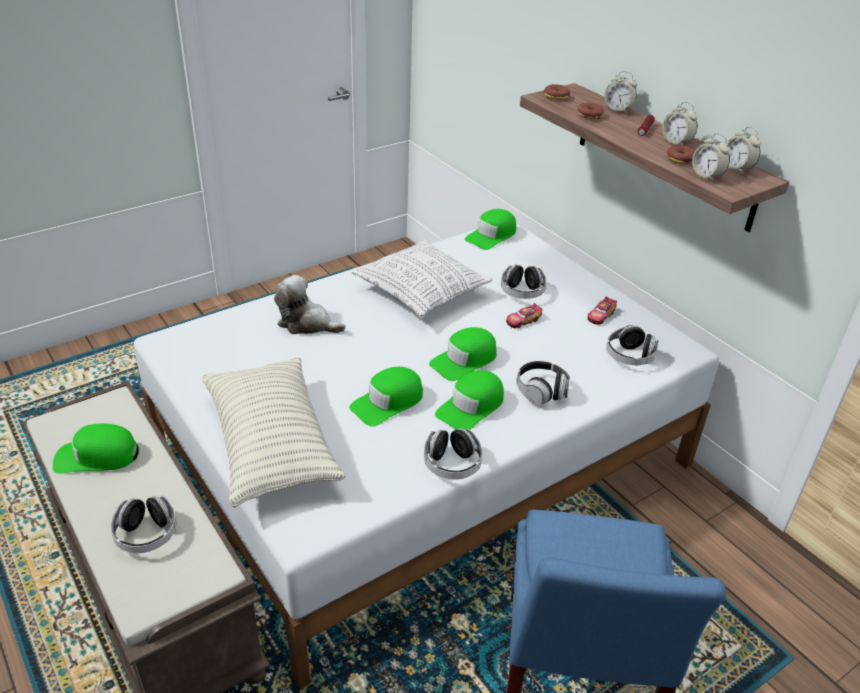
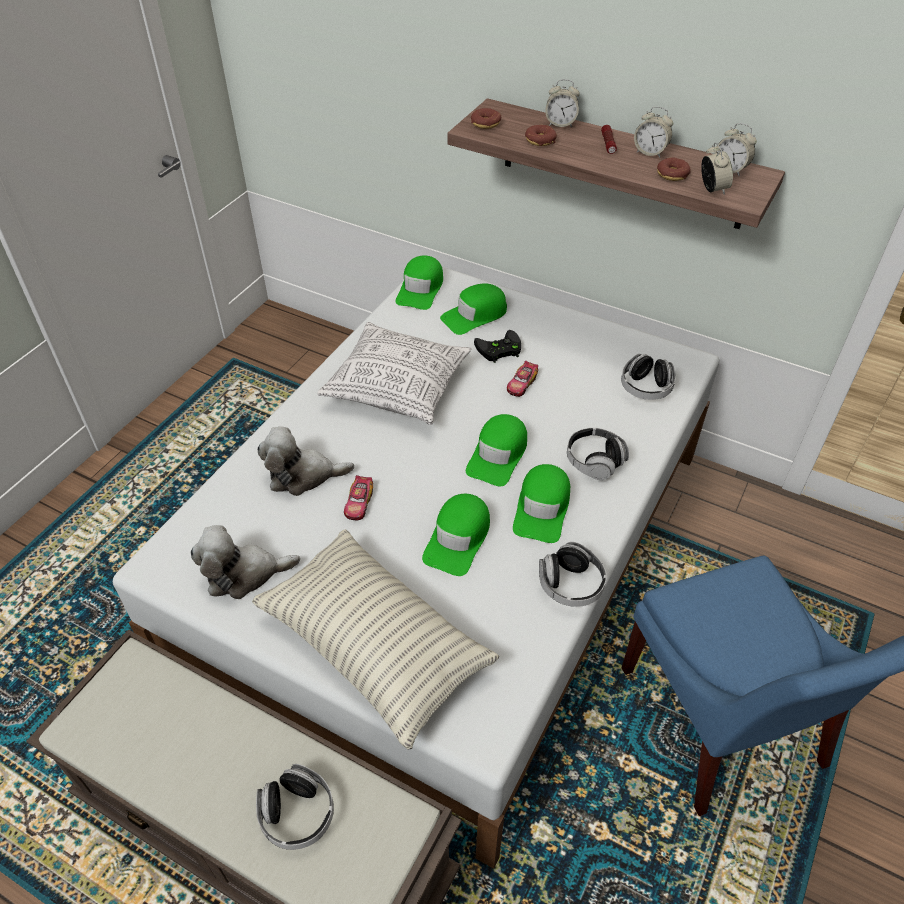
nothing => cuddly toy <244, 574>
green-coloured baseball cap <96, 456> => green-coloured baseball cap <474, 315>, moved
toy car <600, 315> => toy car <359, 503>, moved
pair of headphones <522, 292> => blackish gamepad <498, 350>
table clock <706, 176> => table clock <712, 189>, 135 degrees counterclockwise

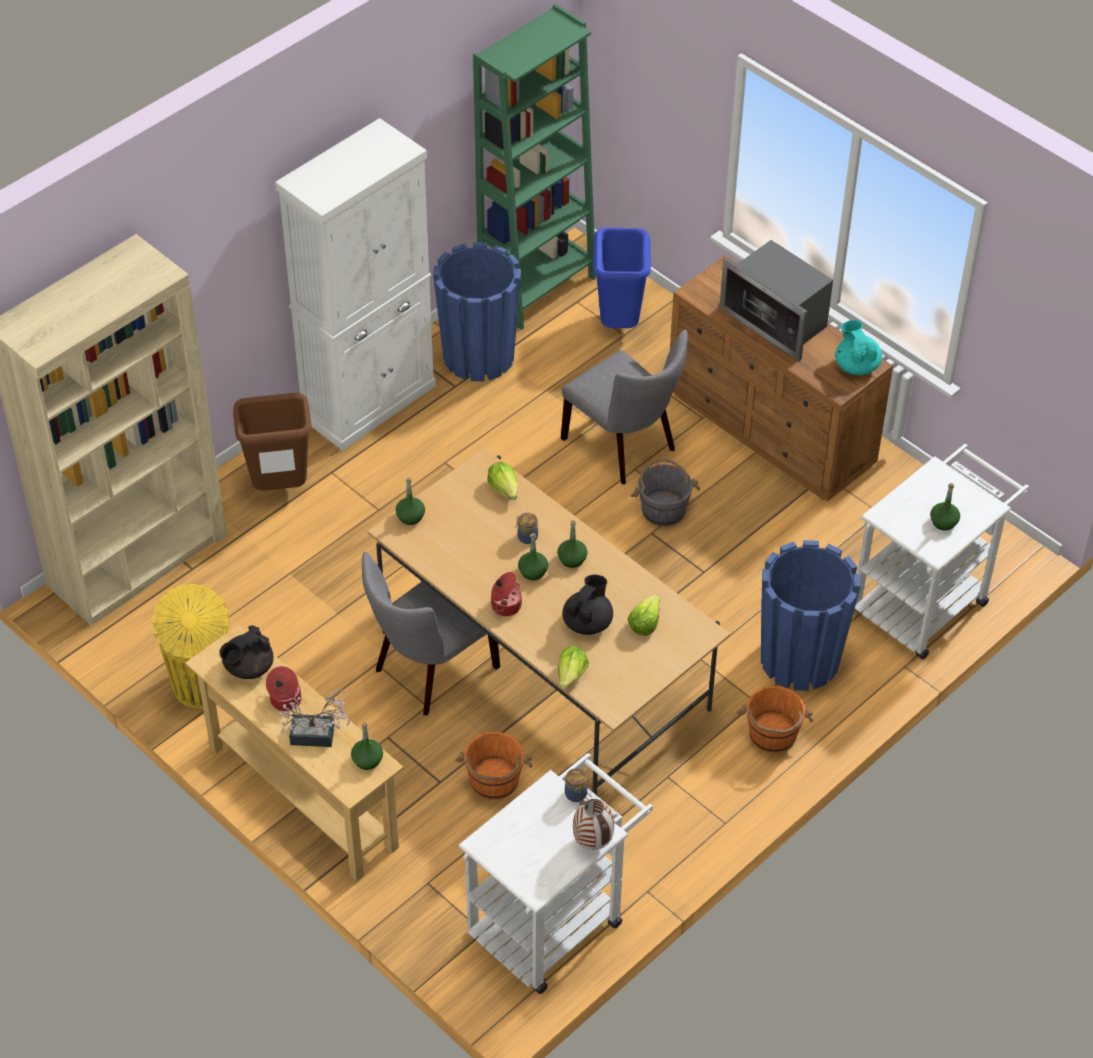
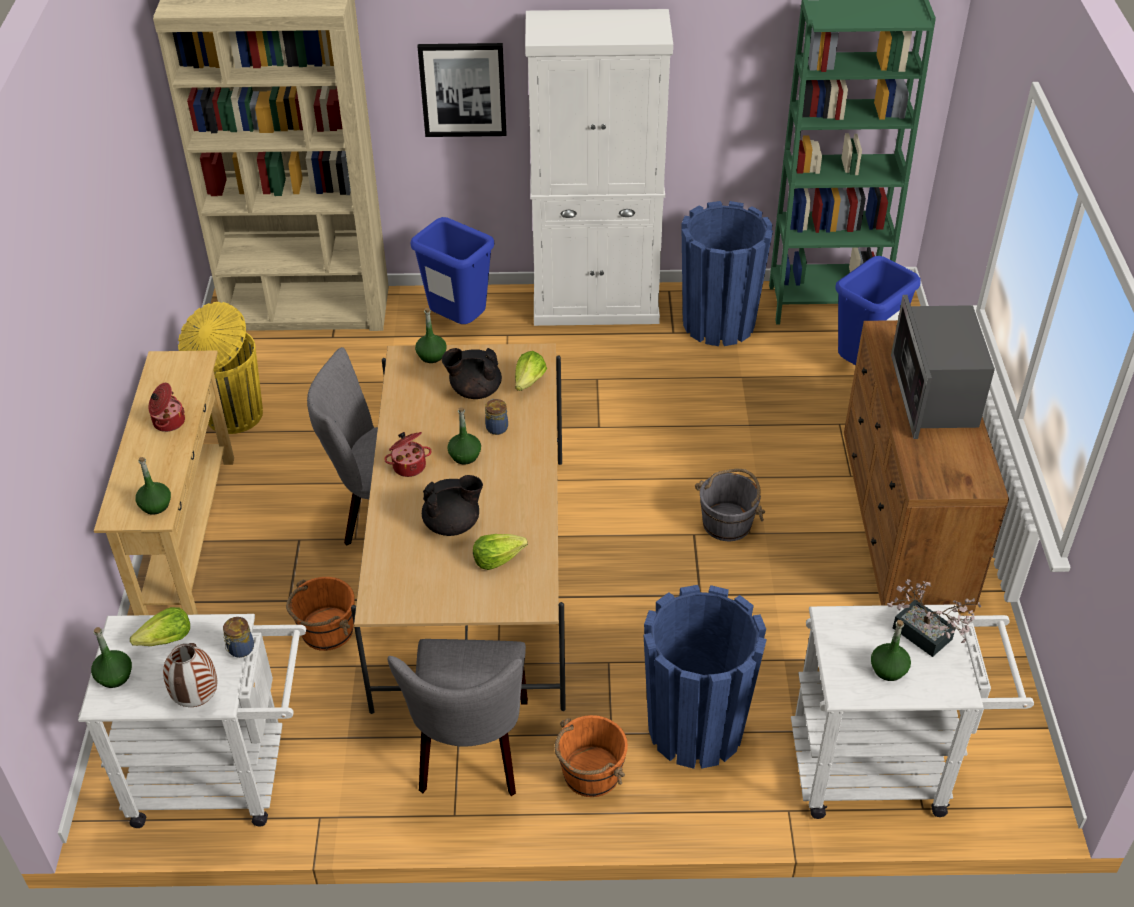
turquoise tea pot <856, 365> => nothing
nothing => wall picture <463, 89>
blackish tea pot <248, 668> => blackish tea pot <474, 390>, moved
houseplant <318, 735> => houseplant <927, 638>, moved
green-coloured beverage bottle <572, 559> => green-coloured beverage bottle <114, 676>, moved
lettuce <571, 675> => lettuce <166, 640>, moved
greyish upright chair <624, 446> => greyish upright chair <471, 752>, moved
brown-coloured rubbish bin <279, 488> => blue-coloured rubbish bin <458, 323>

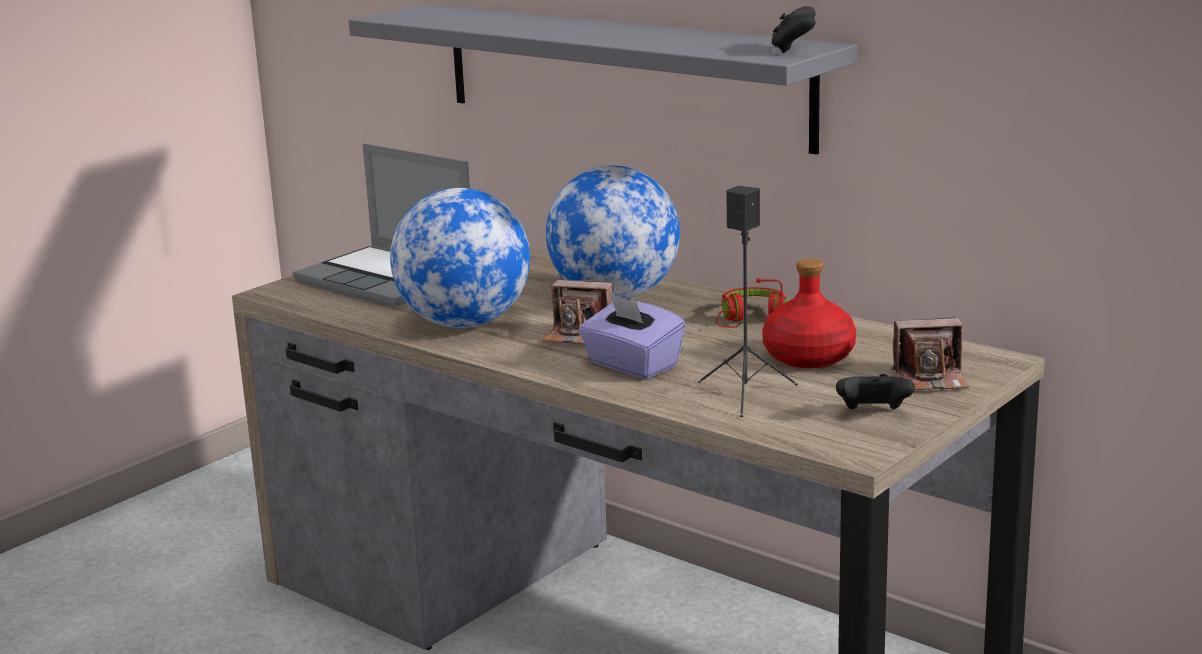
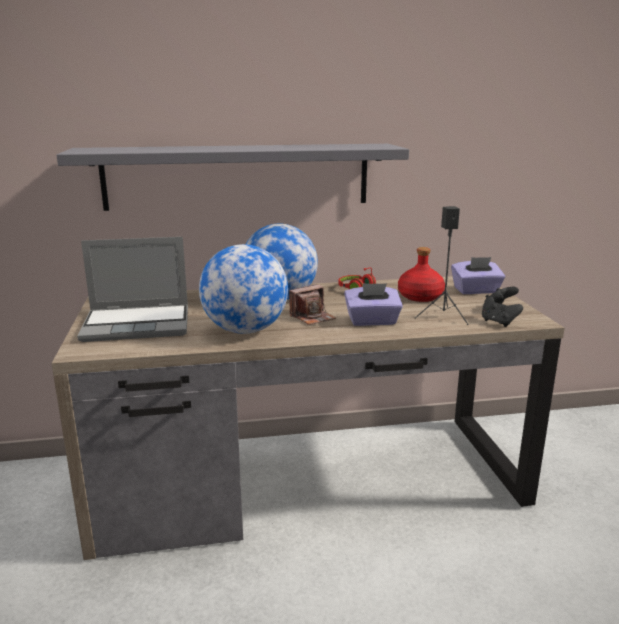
blackish gamepad <793, 49> => blackish gamepad <498, 322>, moved
still camera <931, 378> => purple tissue box <476, 291>

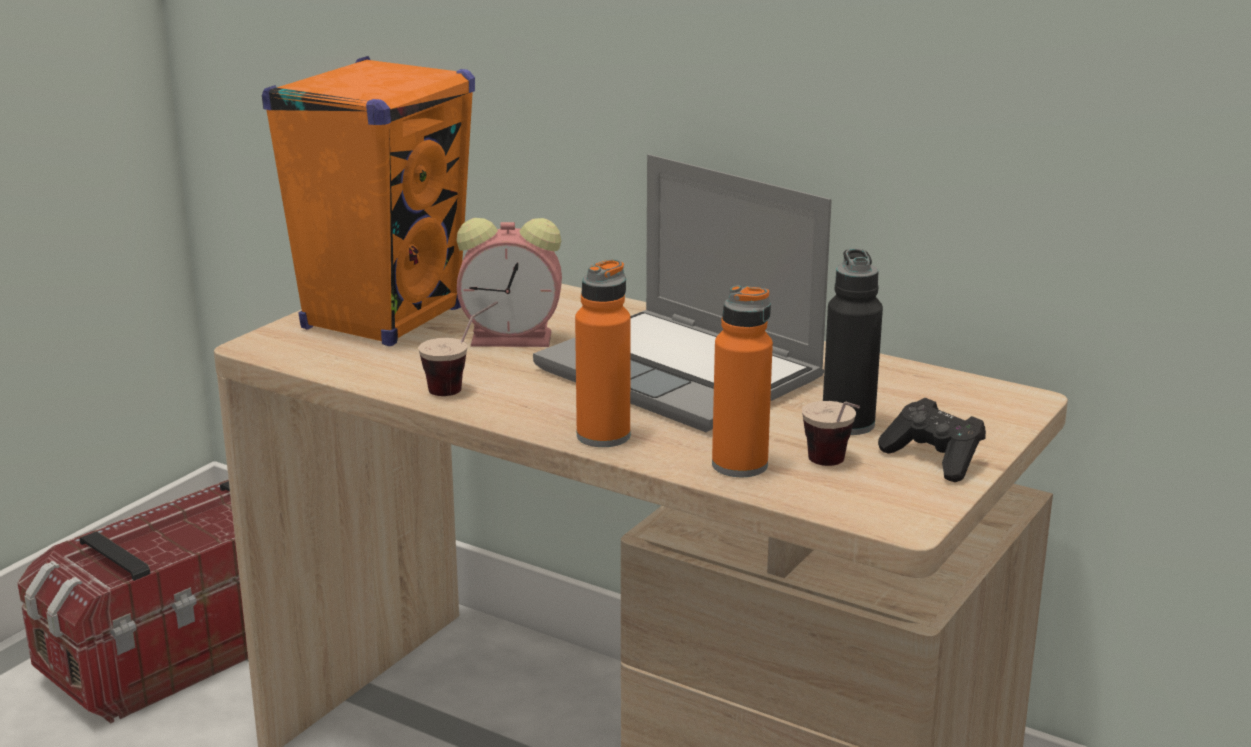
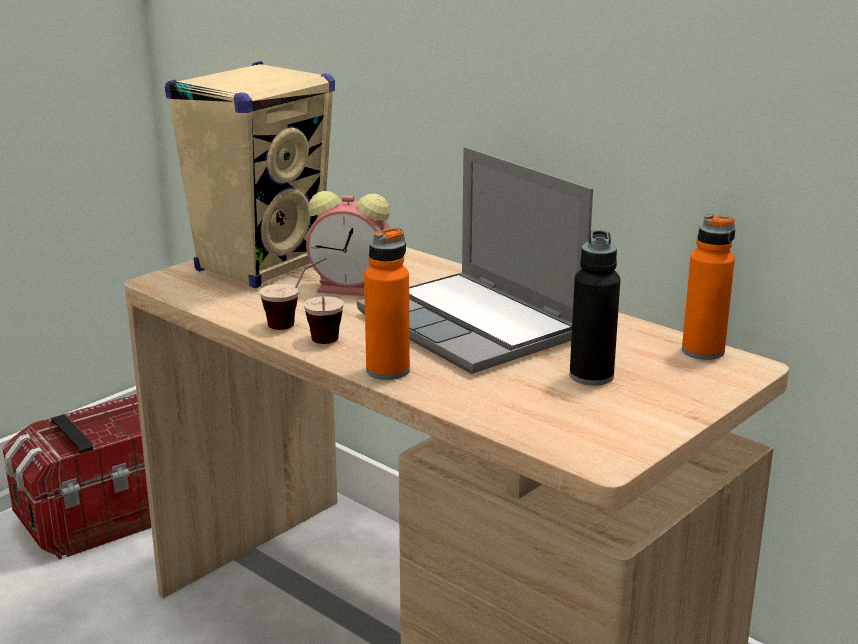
blackish gamepad <934, 459> => nothing
orange-coloured beverage bottle <739, 465> => orange-coloured beverage bottle <703, 351>, moved
small cup <834, 469> => small cup <325, 346>, moved
orange-coloured loudspeaker <383, 318> => beige-coloured loudspeaker <261, 266>

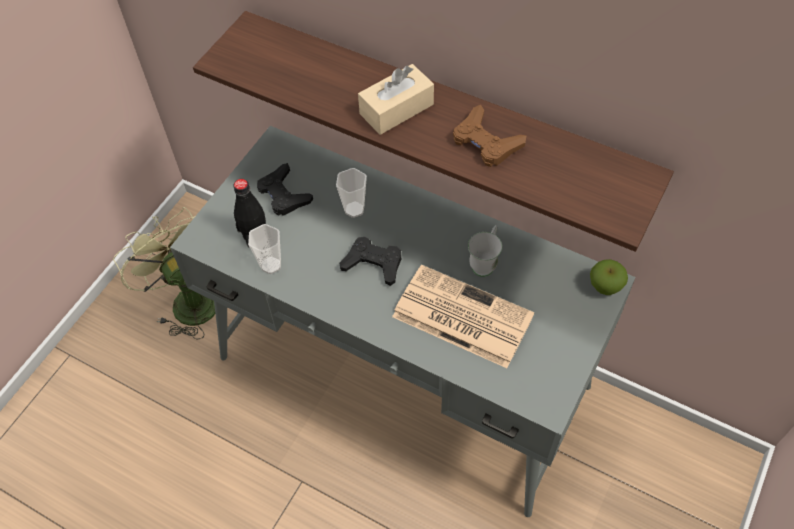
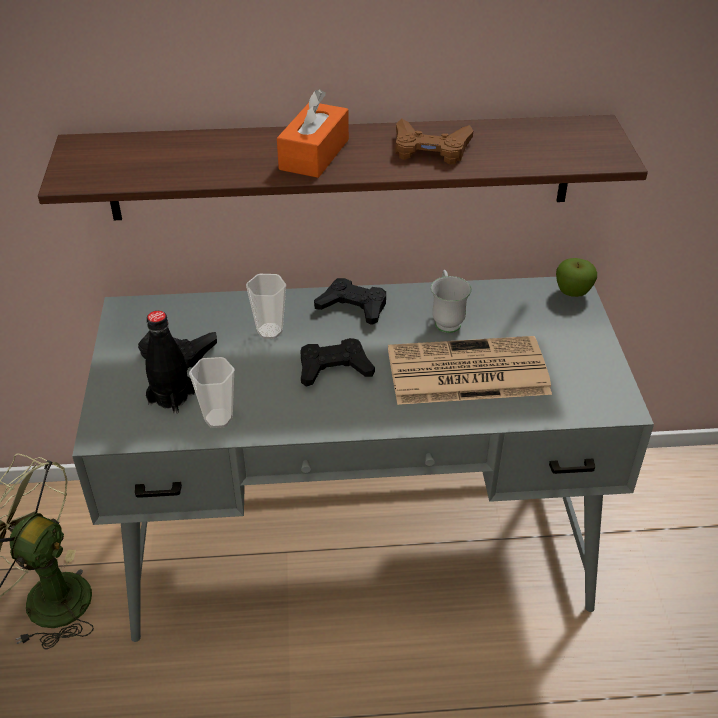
nothing => blackish gamepad <353, 306>
beige-coloured tissue box <396, 109> => orange-coloured tissue box <314, 154>

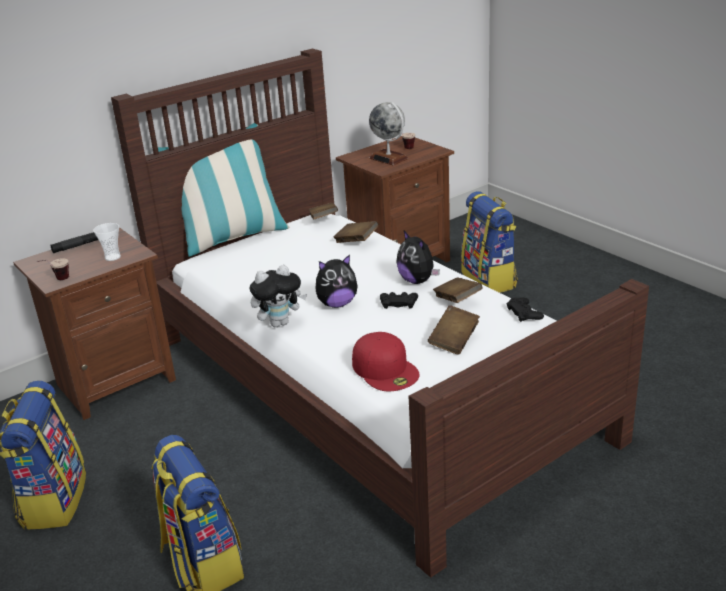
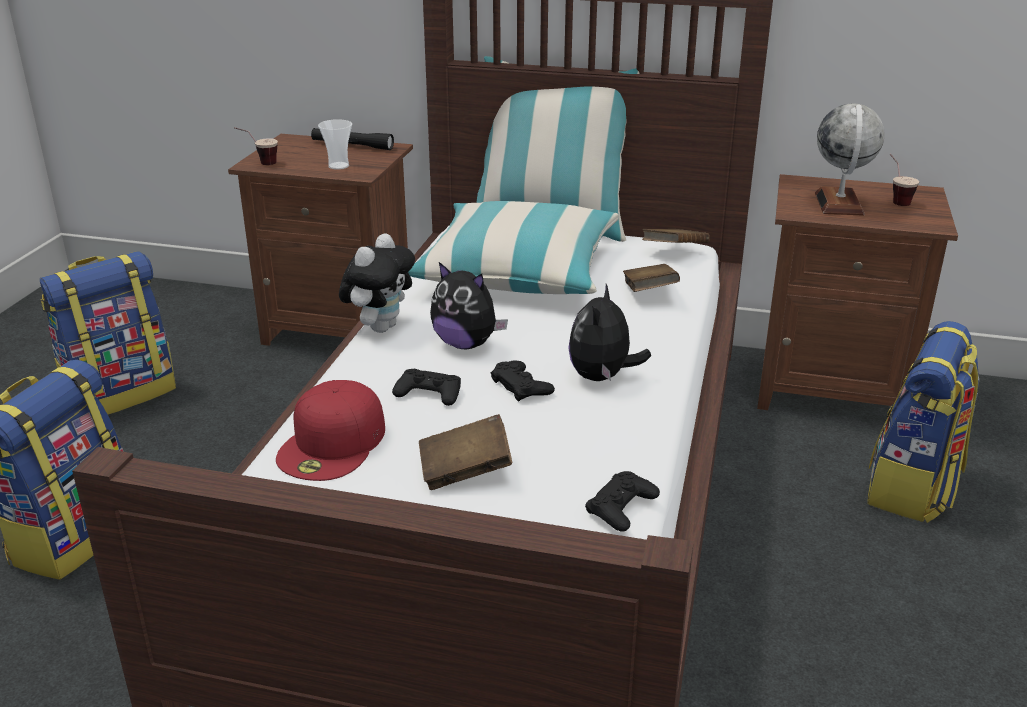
brown-coloured book <457, 300> => nothing
nothing => blackish gamepad <429, 393>
nothing => pillow <518, 271>
cuddly toy <280, 323> => cuddly toy <380, 327>, 90 degrees counterclockwise

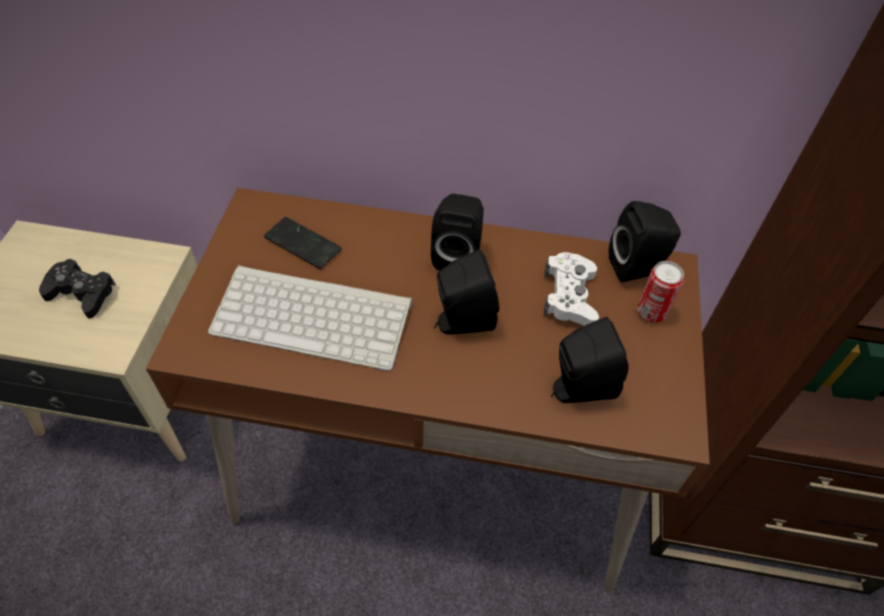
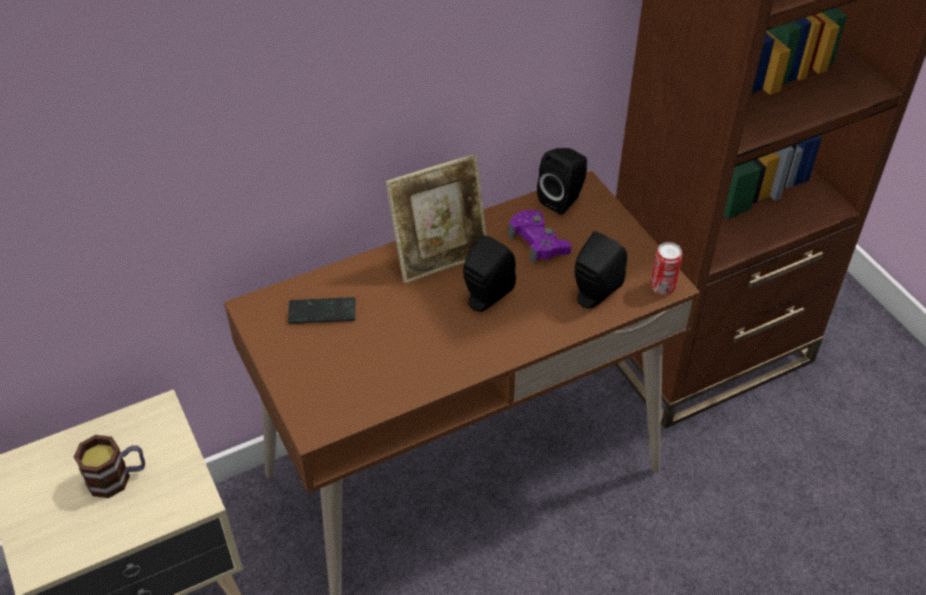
PC keyboard <316, 316> => nothing
sealed can <651, 312> => sealed can <662, 287>, moved
blackish gamepad <81, 293> => coffee mug <118, 478>
blackish loudspeaker <457, 255> => picture frame <440, 257>
white-coloured gamepad <569, 296> => purple gamepad <538, 242>

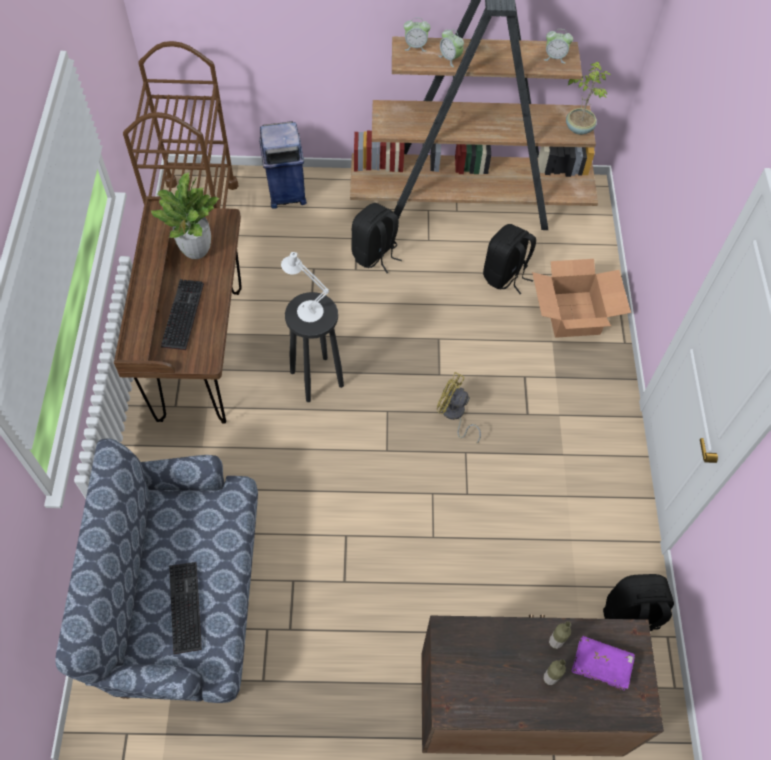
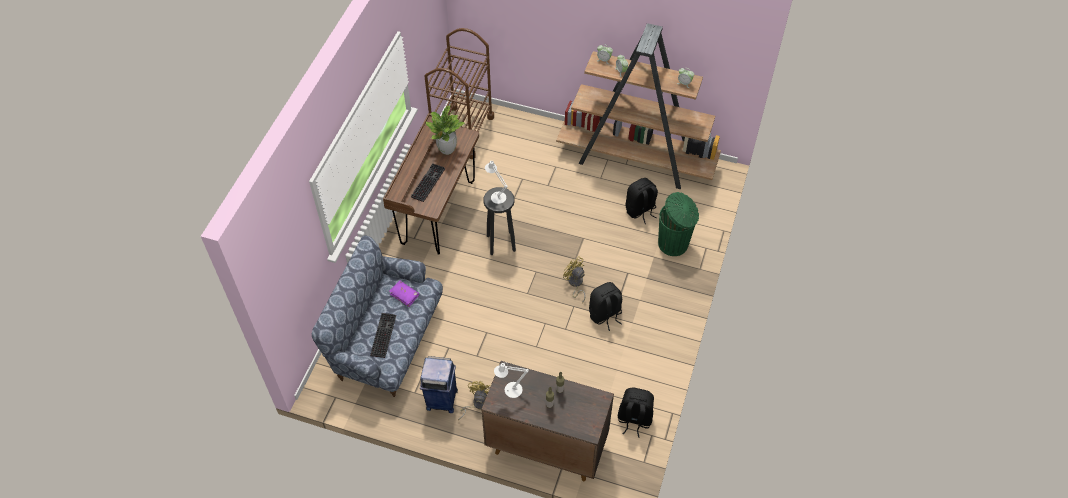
houseplant <579, 127> => nothing
nothing => yellow fan <477, 404>
nothing => white-coloured tabletop lamp <510, 390>
blue-coloured rubbish bin <286, 193> => blue-coloured rubbish bin <441, 399>, moved
blackish rucksack <375, 254> => blackish rucksack <605, 315>, moved
purple book <601, 664> => purple book <404, 295>, moved
packing box <573, 314> => green-coloured rubbish bin <674, 244>

